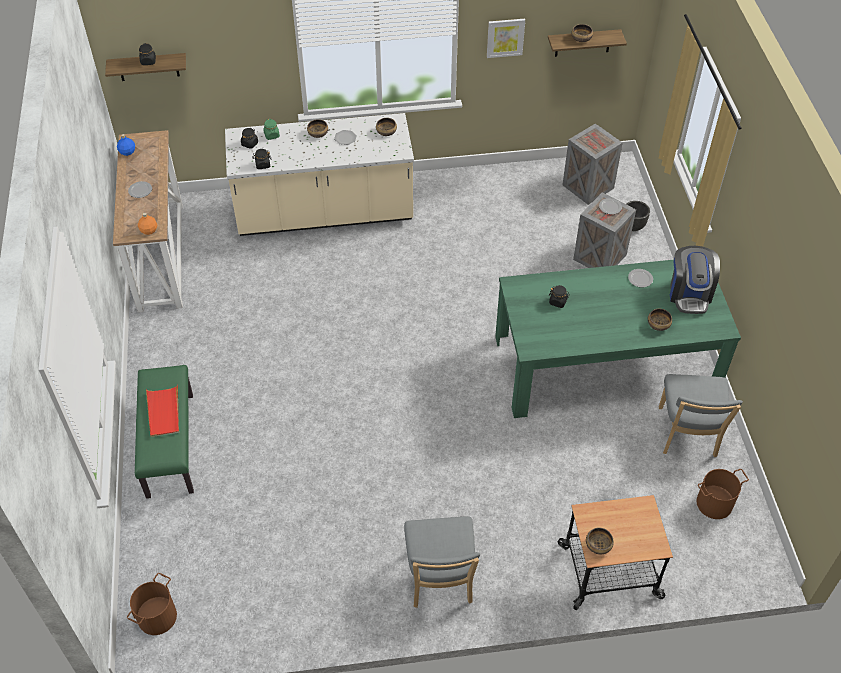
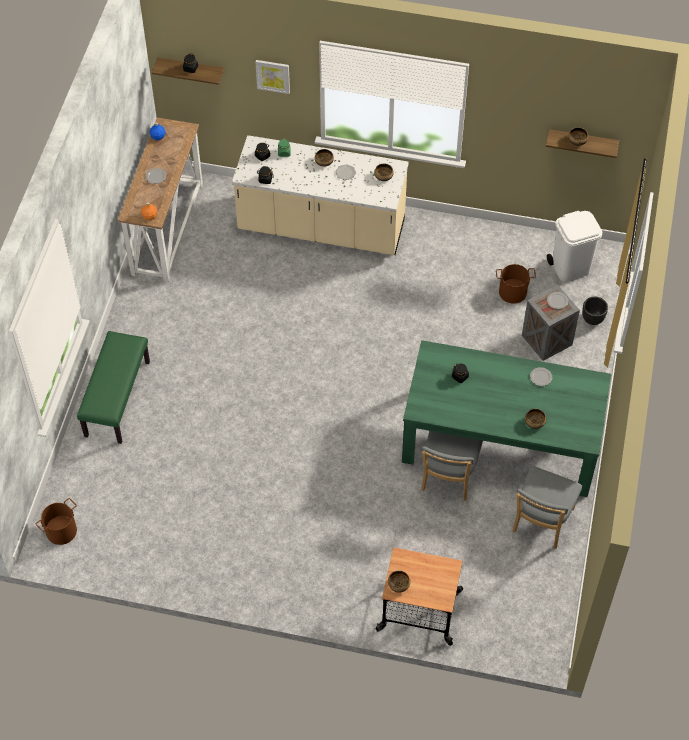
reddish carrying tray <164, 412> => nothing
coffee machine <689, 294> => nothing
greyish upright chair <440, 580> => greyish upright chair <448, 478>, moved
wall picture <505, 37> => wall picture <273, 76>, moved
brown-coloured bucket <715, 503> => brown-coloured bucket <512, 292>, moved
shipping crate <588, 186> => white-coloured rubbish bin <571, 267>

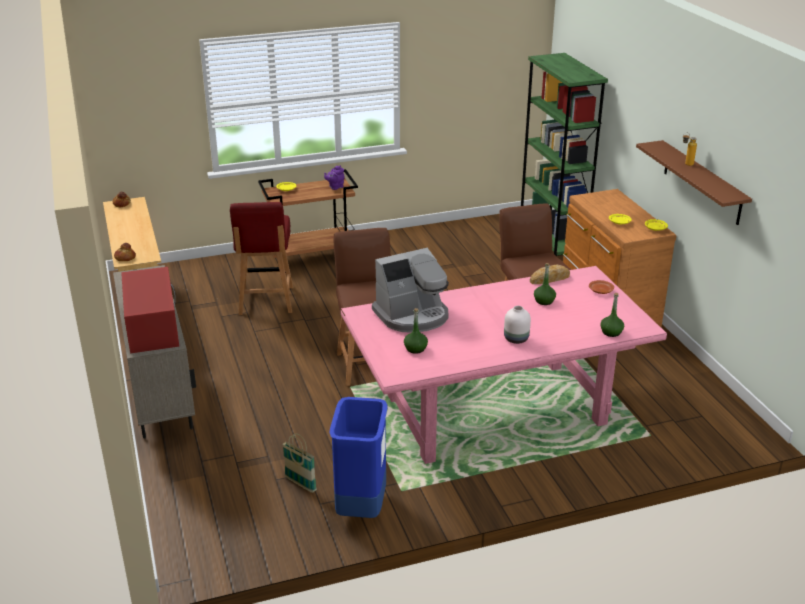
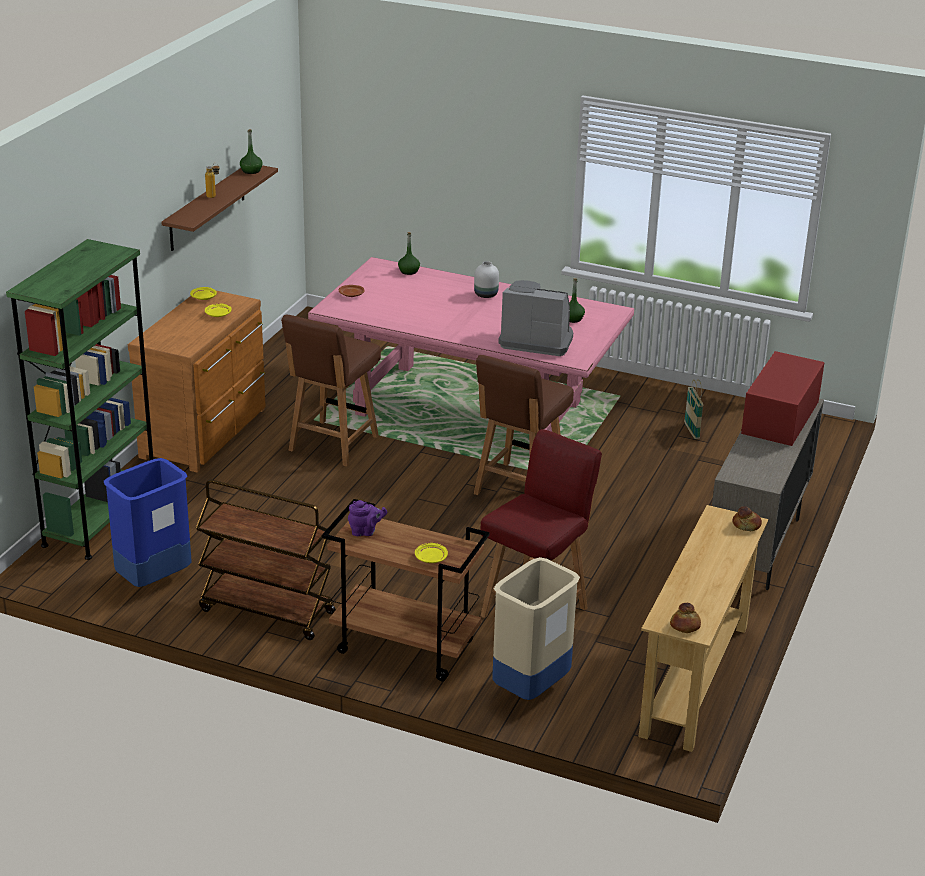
baked bread <549, 278> => nothing
nothing => brown-coloured cart <266, 611>
nothing => beige-coloured rubbish bin <531, 688>
blue-coloured rubbish bin <362, 507> => blue-coloured rubbish bin <154, 579>, moved
green-coloured beverage bottle <544, 301> => green-coloured beverage bottle <251, 171>, moved

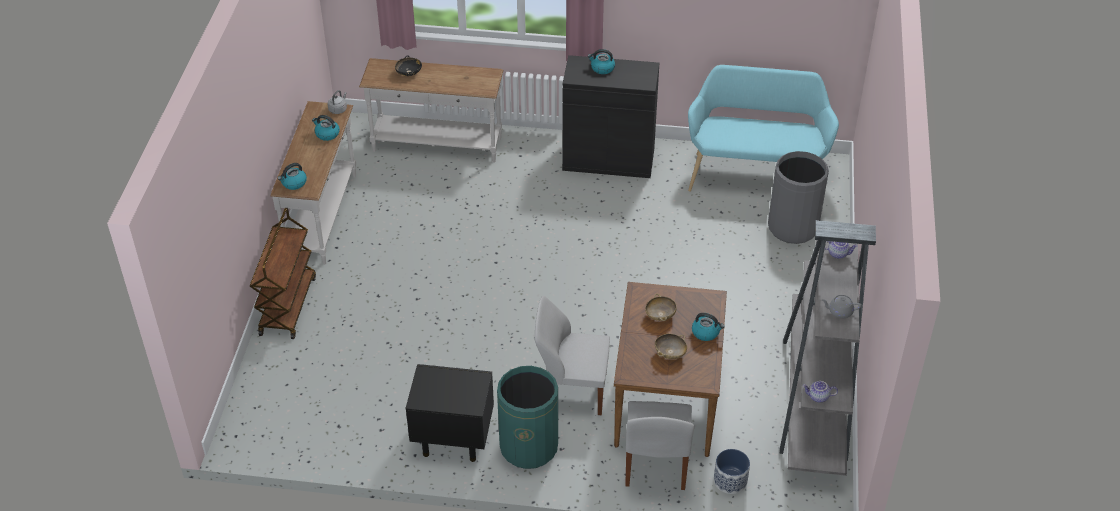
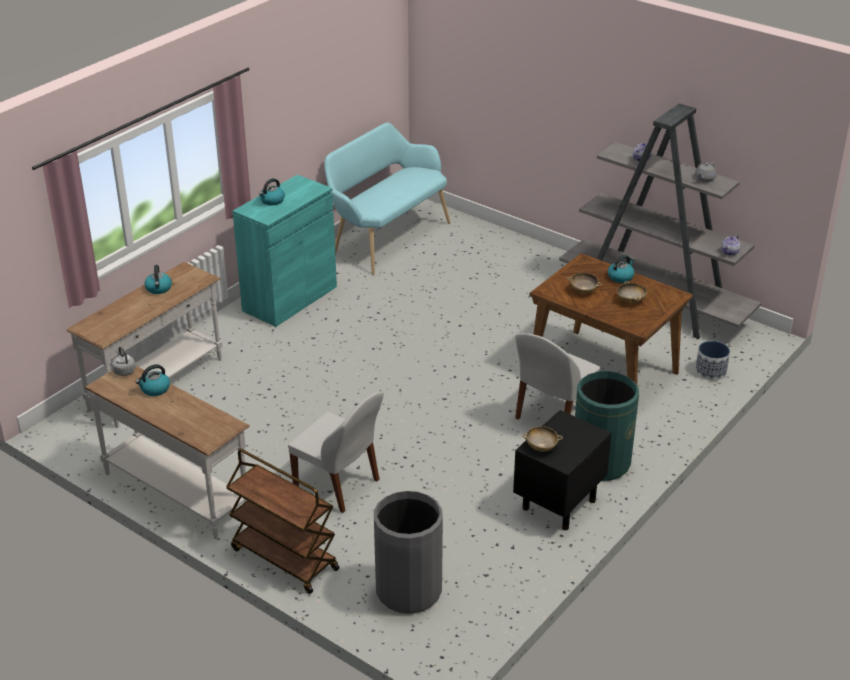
blackish serving bowl <409, 73> => nothing
nothing => beige-coloured serving bowl <541, 447>
kettle <293, 183> => kettle <159, 288>, moved
white-coloured upright chair <655, 465> => white-coloured upright chair <338, 485>, moved
greyish rubbish bin <792, 227> => greyish rubbish bin <408, 590>, moved
blackish storage cabinet <608, 160> => turquoise storage cabinet <290, 299>

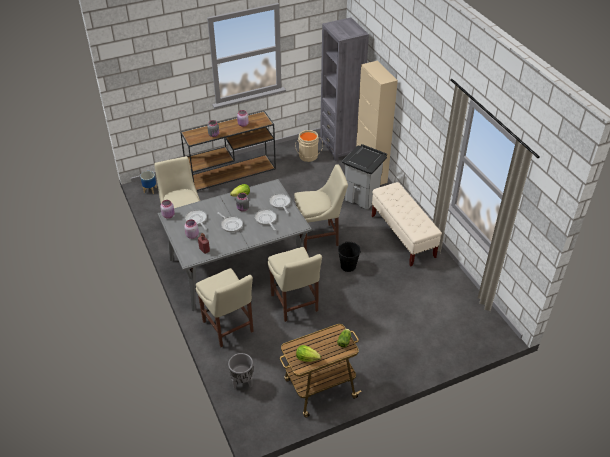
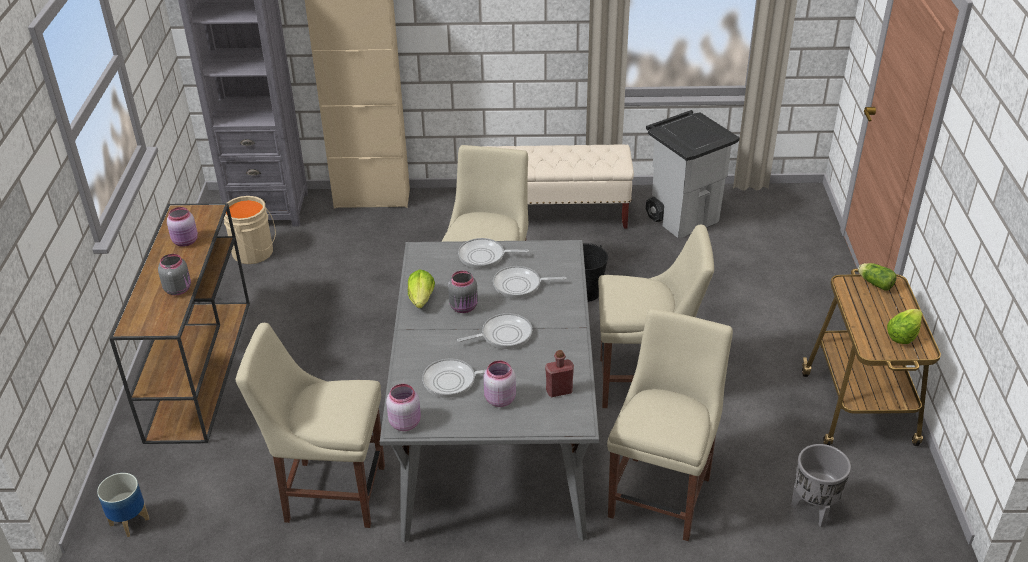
greyish rubbish bin <363, 198> => greyish rubbish bin <683, 217>, moved
beige-coloured upright chair <229, 328> => beige-coloured upright chair <662, 493>, 60 degrees counterclockwise

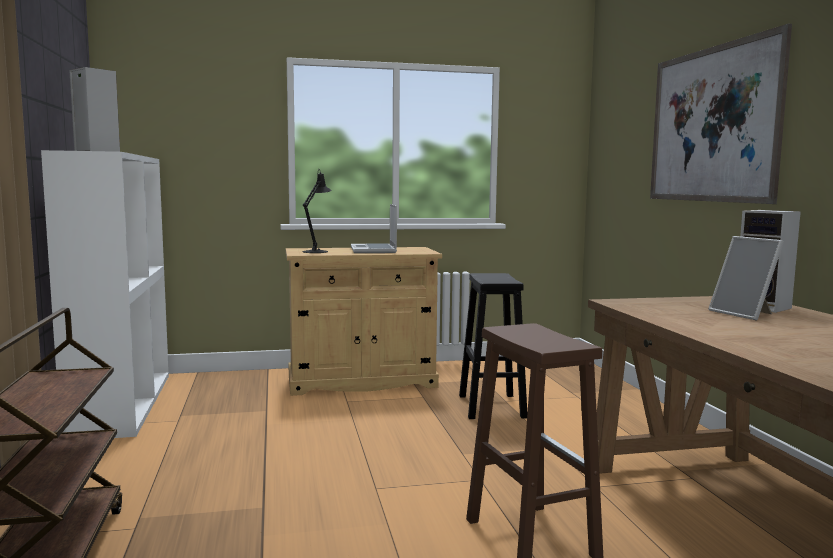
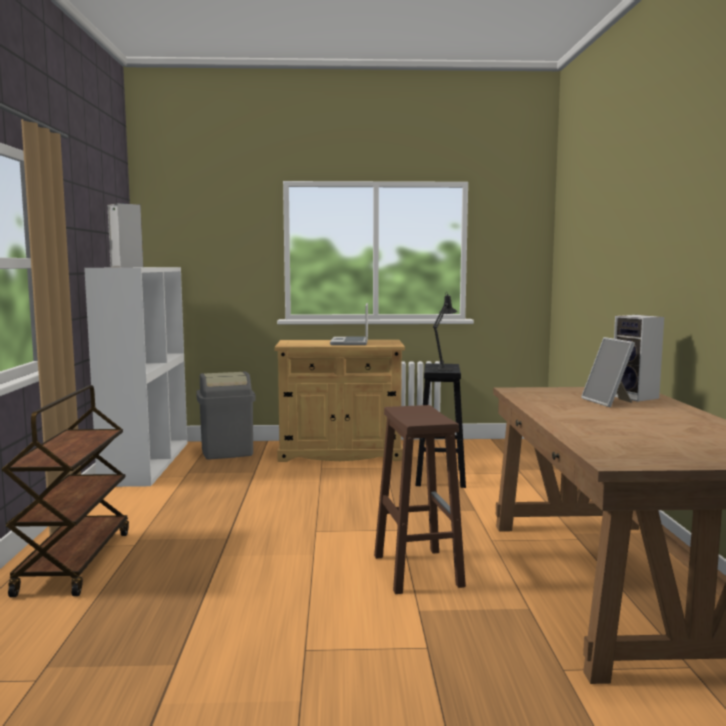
wall picture <711, 125> => nothing
nothing => greyish rubbish bin <227, 452>
blackish tabletop lamp <317, 251> => blackish tabletop lamp <443, 368>, moved

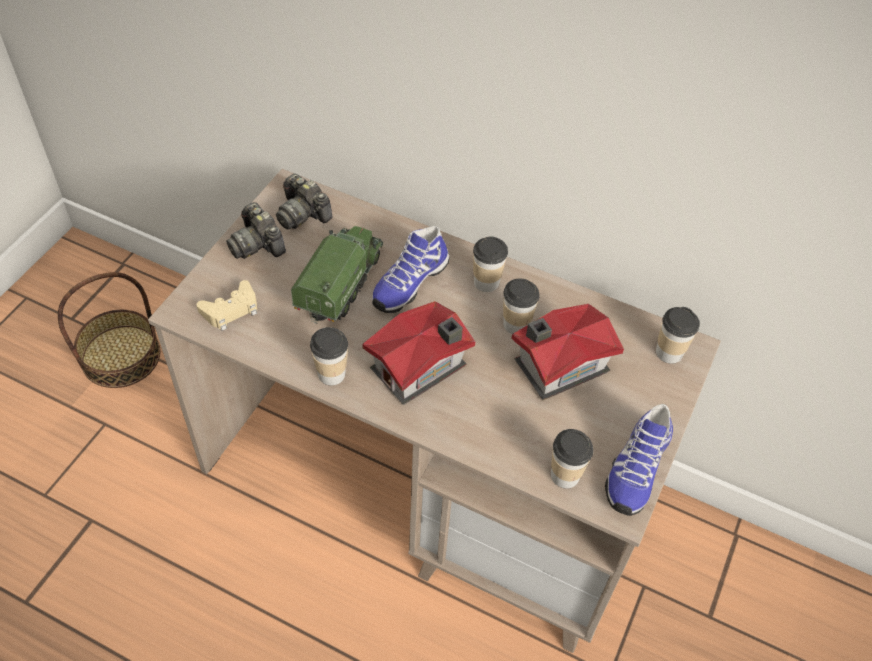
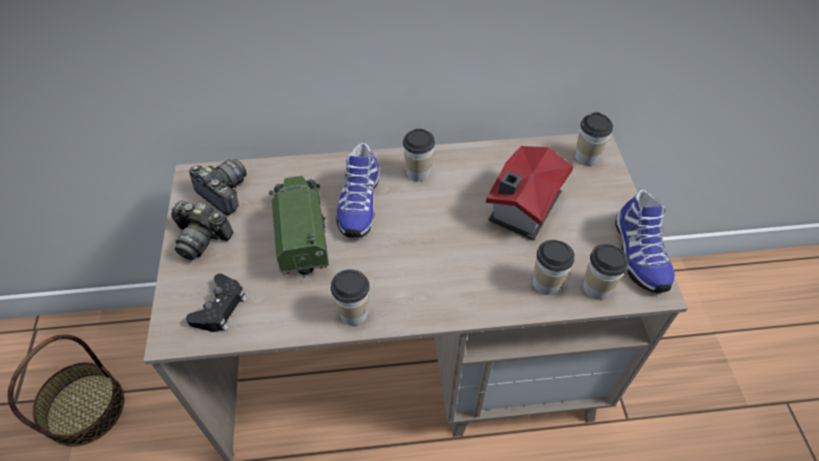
miniature house <421, 368> => nothing
small cup <516, 324> => small cup <546, 283>, moved
beige-coloured gamepad <231, 310> => blackish gamepad <220, 308>
still camera <302, 214> => still camera <223, 193>, 150 degrees counterclockwise

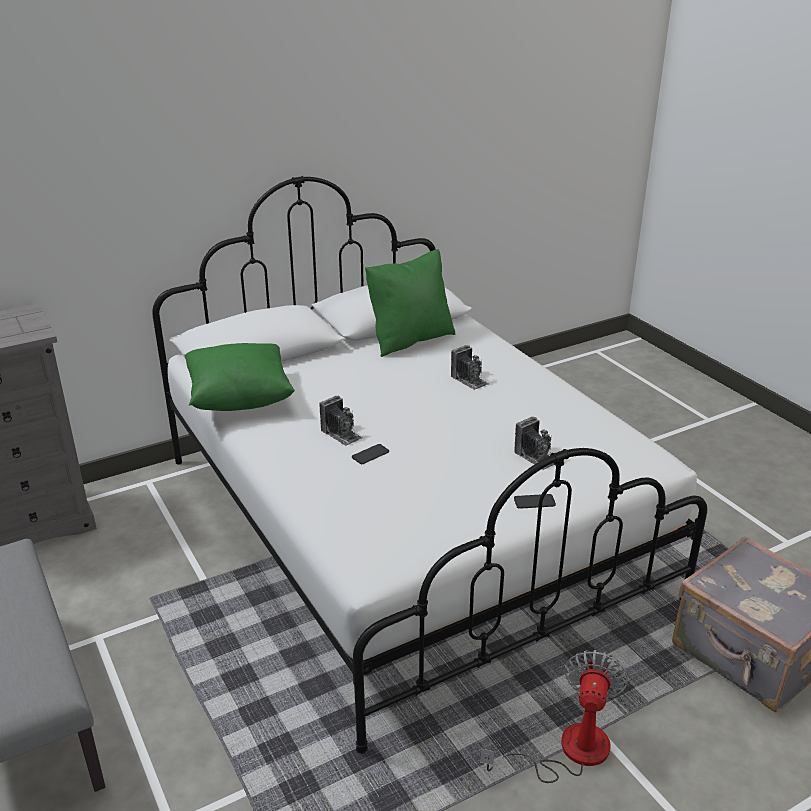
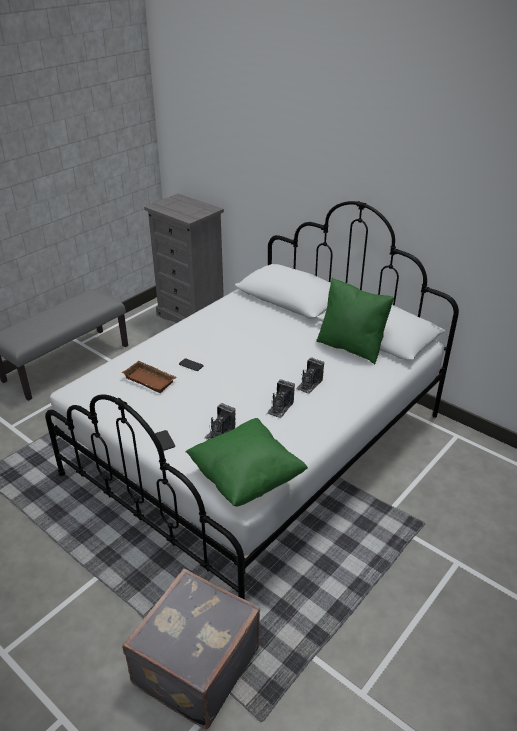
fan <568, 751> => nothing
nothing => brown-coloured carrying tray <151, 379>
green-coloured pillow <240, 399> => green-coloured pillow <246, 478>, moved
still camera <341, 434> => still camera <280, 407>, moved

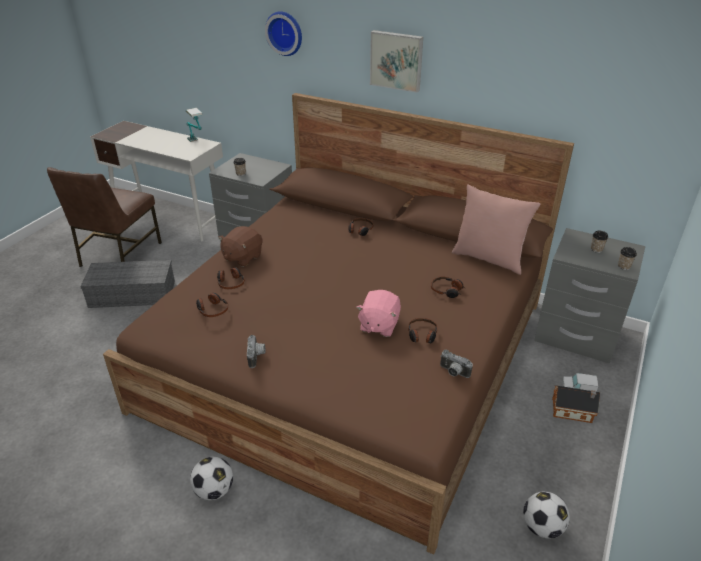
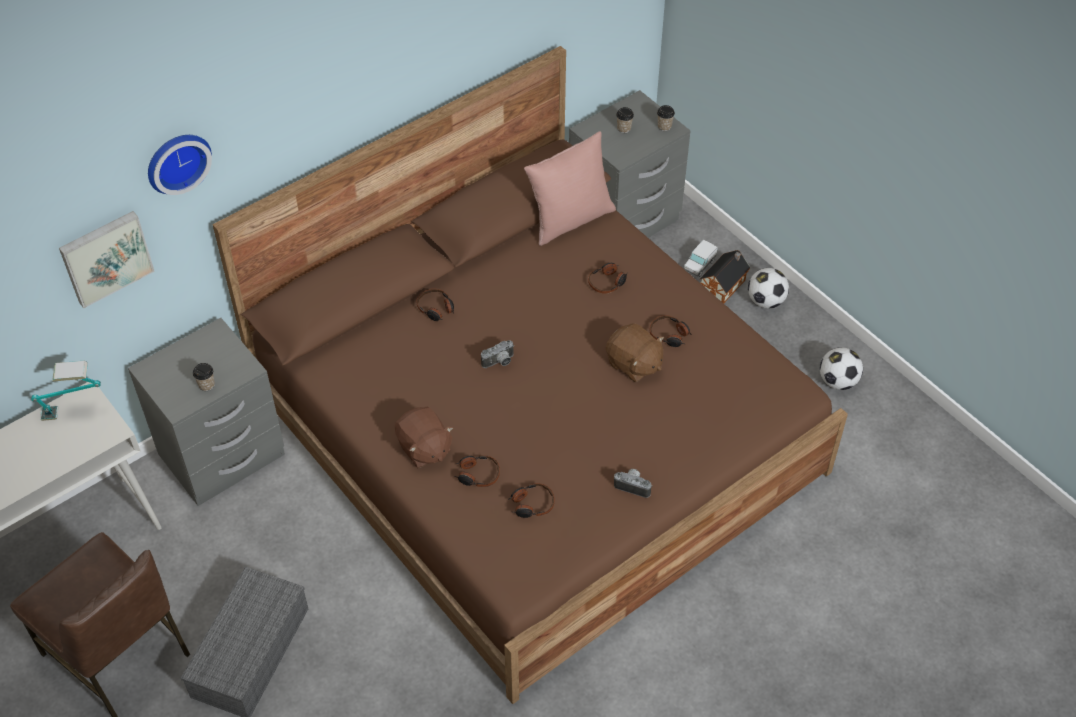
football <214, 491> => football <766, 301>, moved
wall picture <396, 60> => wall picture <105, 257>, moved
still camera <453, 372> => still camera <499, 362>, moved
pinkish cuddly toy <378, 325> => brown-coloured cuddly toy <633, 364>

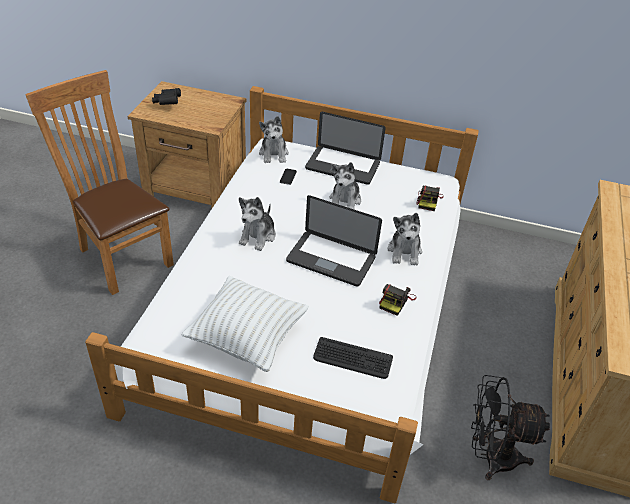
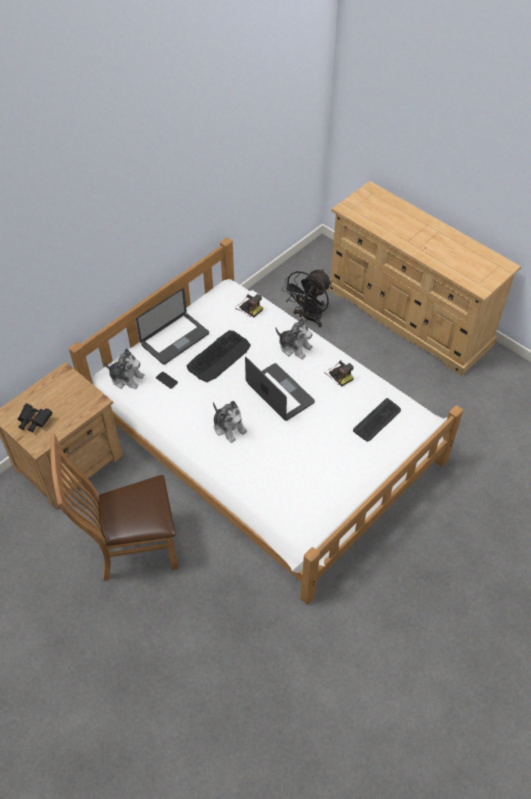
white-coloured pillow <247, 338> => nothing
blackish fan <491, 456> => blackish fan <308, 318>, moved
cuddly toy <345, 201> => PC keyboard <219, 356>
notebook computer <331, 259> => notebook computer <279, 393>, 90 degrees counterclockwise

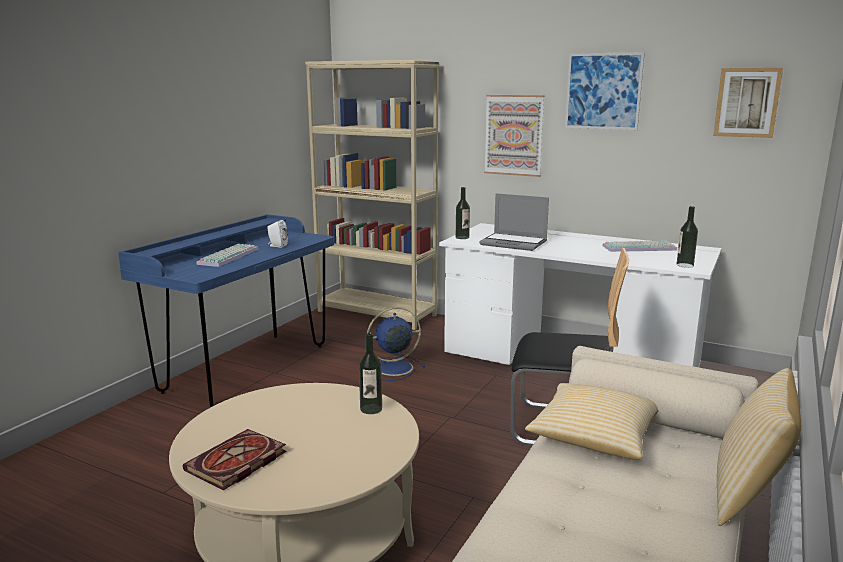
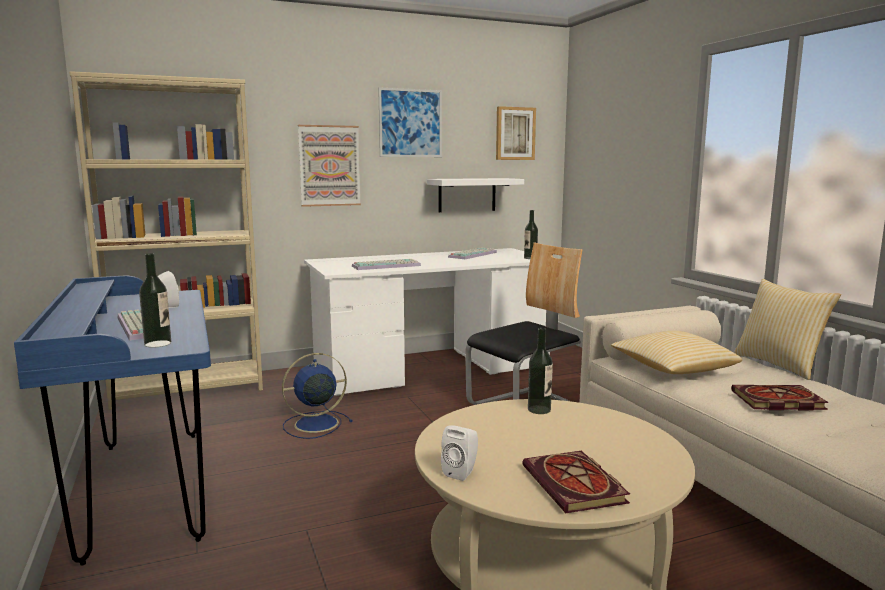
nothing => white-coloured shelf <467, 195>
nothing => white-coloured loudspeaker <462, 472>
nothing => book <776, 401>
beverage bottle <462, 237> => beverage bottle <158, 344>, moved
notebook computer <514, 243> => PC keyboard <386, 266>
blue-coloured fan <392, 368> => blue-coloured fan <314, 424>, 45 degrees clockwise

